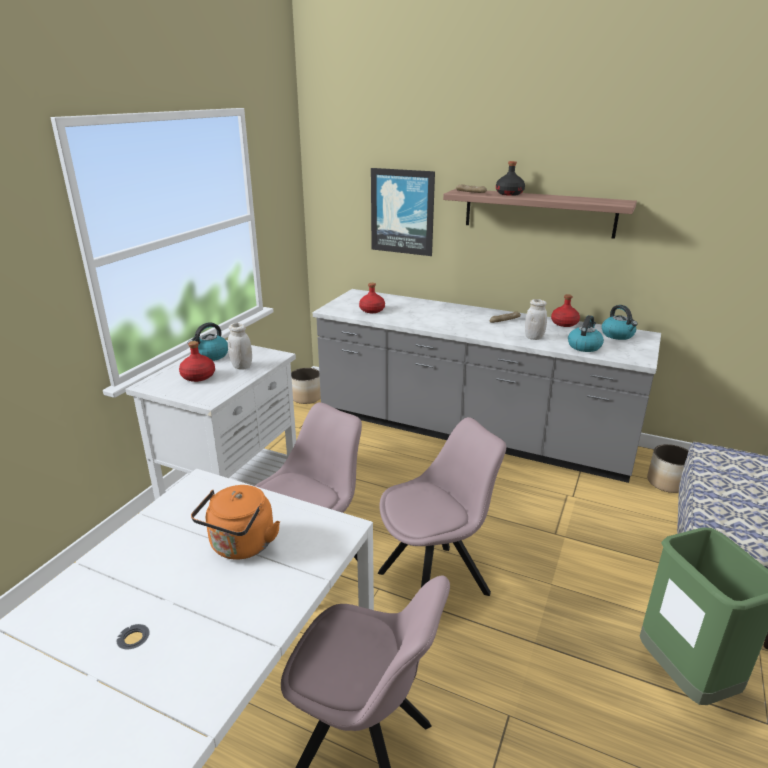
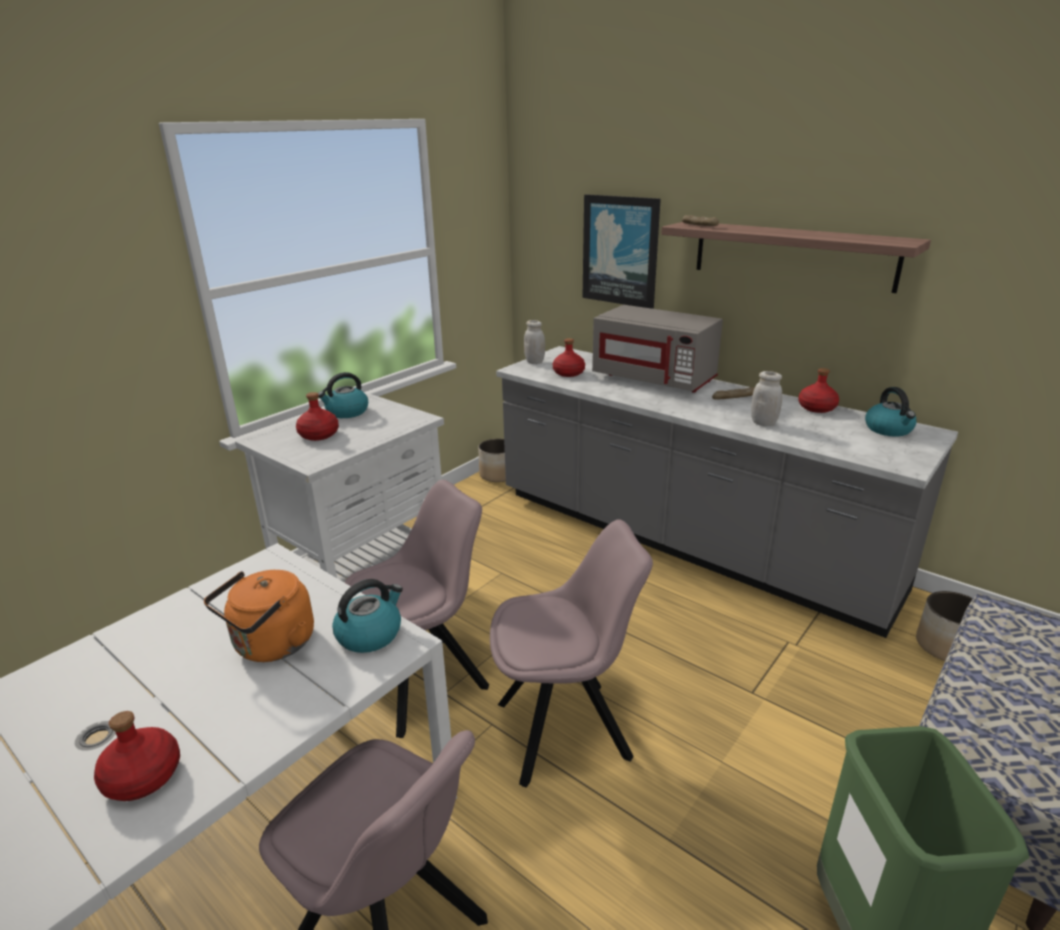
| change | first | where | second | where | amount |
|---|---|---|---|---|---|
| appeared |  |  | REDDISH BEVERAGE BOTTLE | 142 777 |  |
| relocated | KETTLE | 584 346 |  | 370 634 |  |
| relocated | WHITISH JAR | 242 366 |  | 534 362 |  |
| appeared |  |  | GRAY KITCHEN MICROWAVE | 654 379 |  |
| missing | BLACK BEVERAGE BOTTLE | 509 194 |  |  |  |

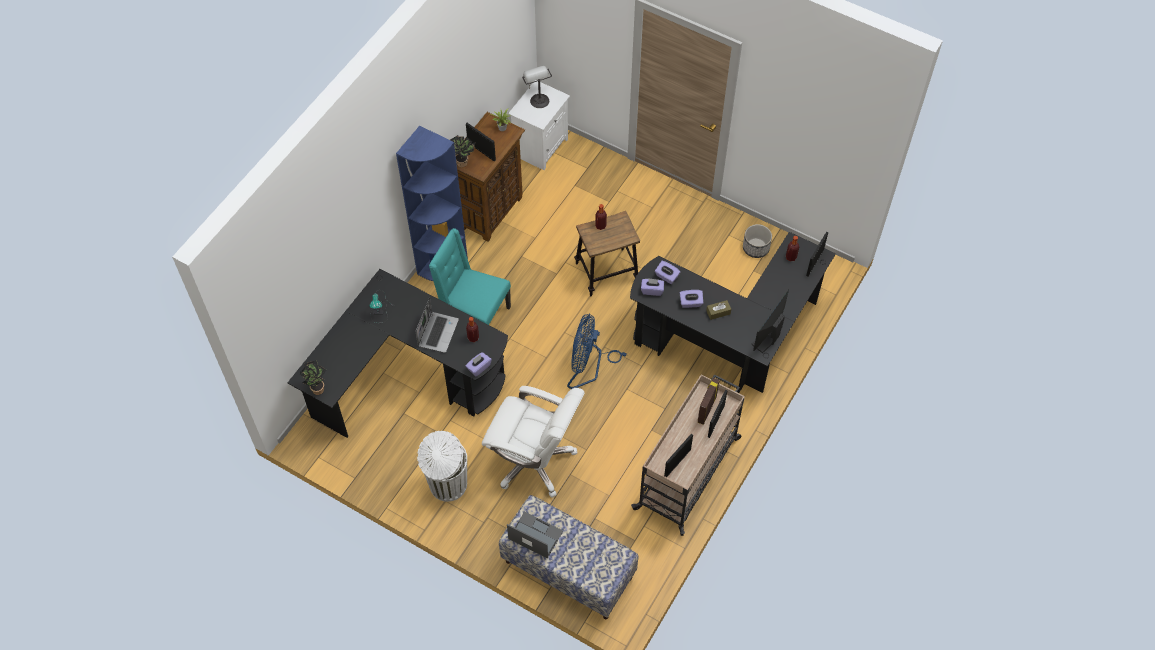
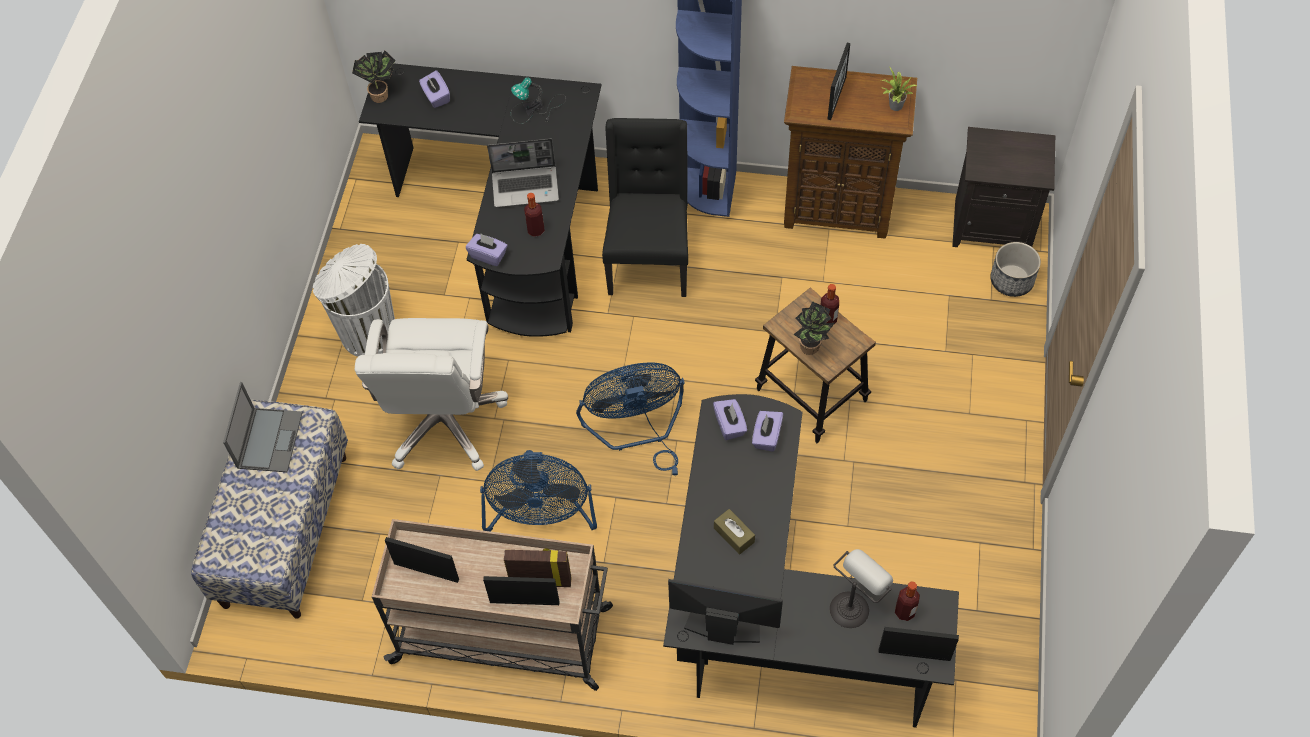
| change | first | where | second | where | amount |
|---|---|---|---|---|---|
| relocated | PURPLISH BOX OF TISSUES | 690 303 |  | 436 97 |  |
| appeared |  |  | BLUISH FAN | 538 510 |  |
| colour | BLUE-GREEN CHAIR | 474 316 | BLACK CHAIR | 649 260 |  |
| relocated | HOUSEPLANT | 463 162 |  | 811 349 |  |
| relocated | TABLETOP LAMP | 537 98 |  | 854 603 |  |
| colour | WHITISH NIGHTSTAND | 540 146 | BLACK NIGHTSTAND | 993 225 |  |
| relocated | PLANTER | 755 248 |  | 1012 280 |  |

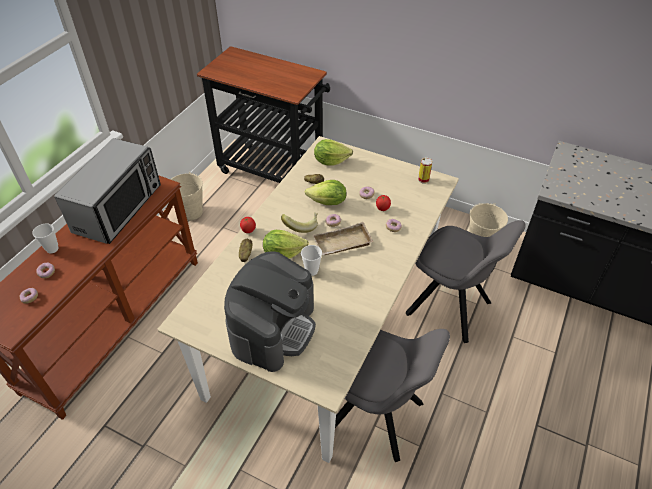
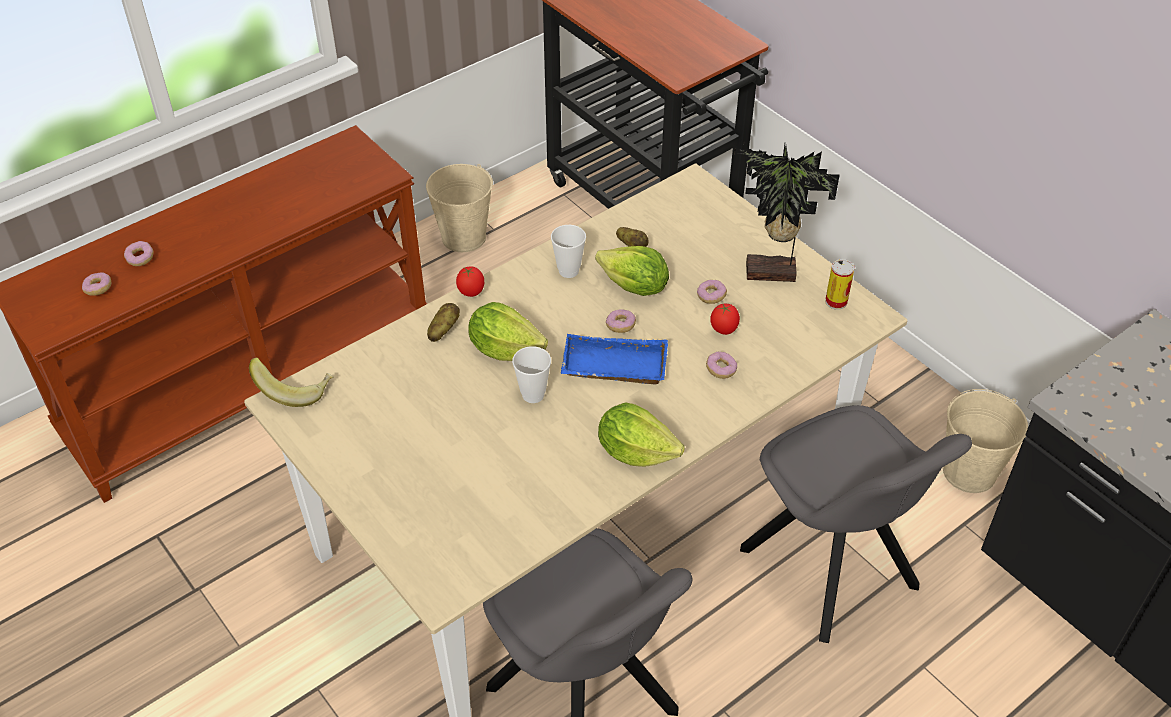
| change | first | where | second | where | amount |
|---|---|---|---|---|---|
| relocated | BANANA | 301 226 |  | 295 390 |  |
| relocated | DRINKING CUP | 52 249 |  | 568 271 |  |
| colour | SAND-COLOURED SERVING TRAY | 342 244 | BLUISH SERVING TRAY | 612 368 |  |
| relocated | HEAD OF LETTUCE | 331 161 |  | 635 452 |  |
| appeared |  |  | HOUSEPLANT | 771 275 |  |
| missing | KITCHEN MICROWAVE | 118 208 |  |  |  |
| missing | COFFEE MAKER | 273 328 |  |  |  |

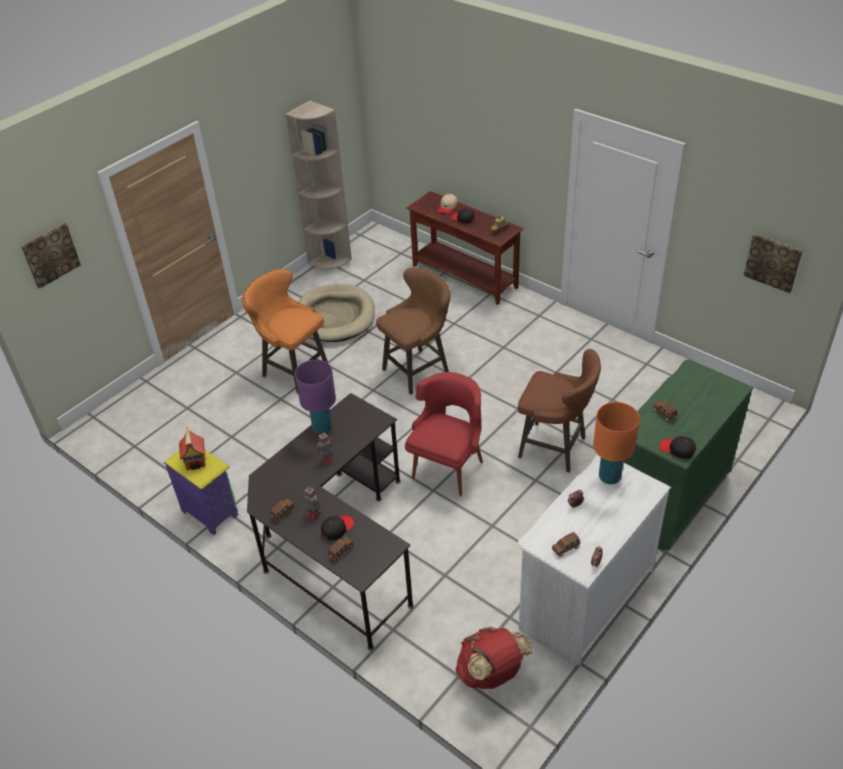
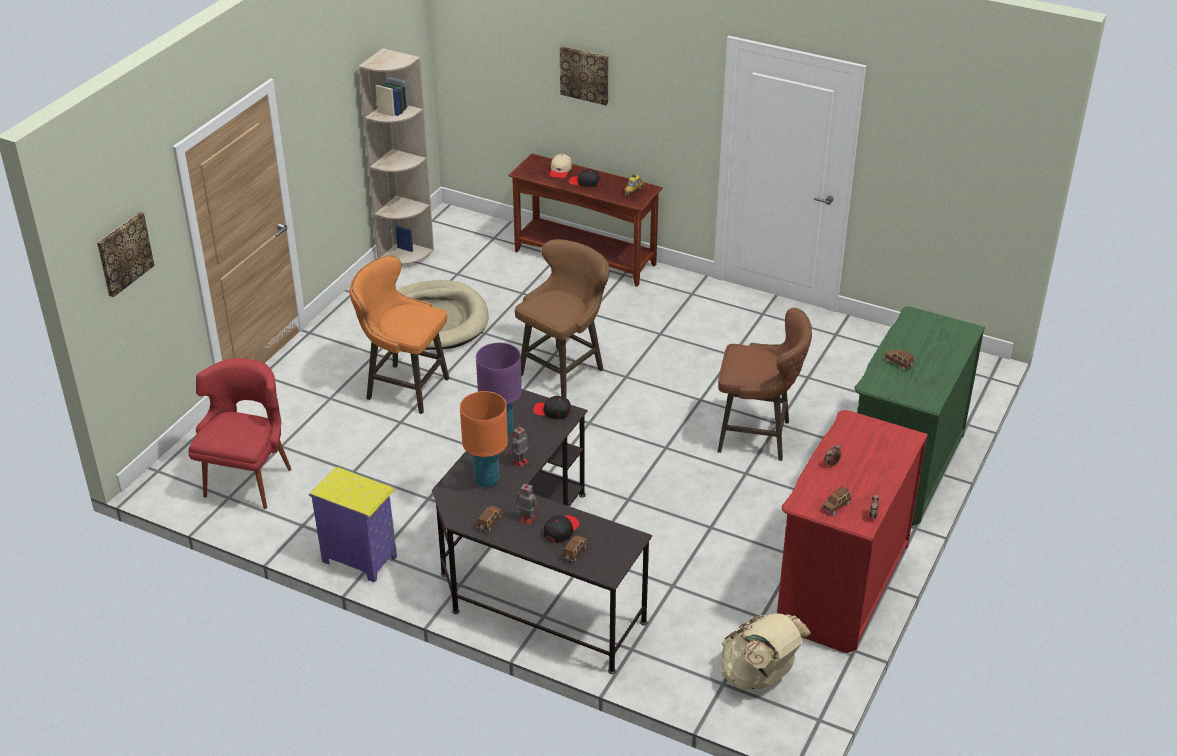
| change | first | where | second | where | amount |
|---|---|---|---|---|---|
| relocated | REDDISH CHAIR | 447 470 |  | 247 483 |  |
| relocated | ORANGE-COLOURED TABLETOP LAMP | 609 477 |  | 487 480 |  |
| relocated | BLACK BASEBALL CAP | 677 449 |  | 552 411 |  |
| relocated | WALL ART | 773 262 |  | 585 74 |  |
| colour | REDDISH BACKPACK | 491 674 | SAND-COLOURED BACKPACK | 759 676 |  |
| colour | WHITISH DRAWER CHEST | 584 600 | REDDISH DRAWER CHEST | 840 588 |  |
| missing | MINIATURE HOUSE | 195 460 |  |  |  |

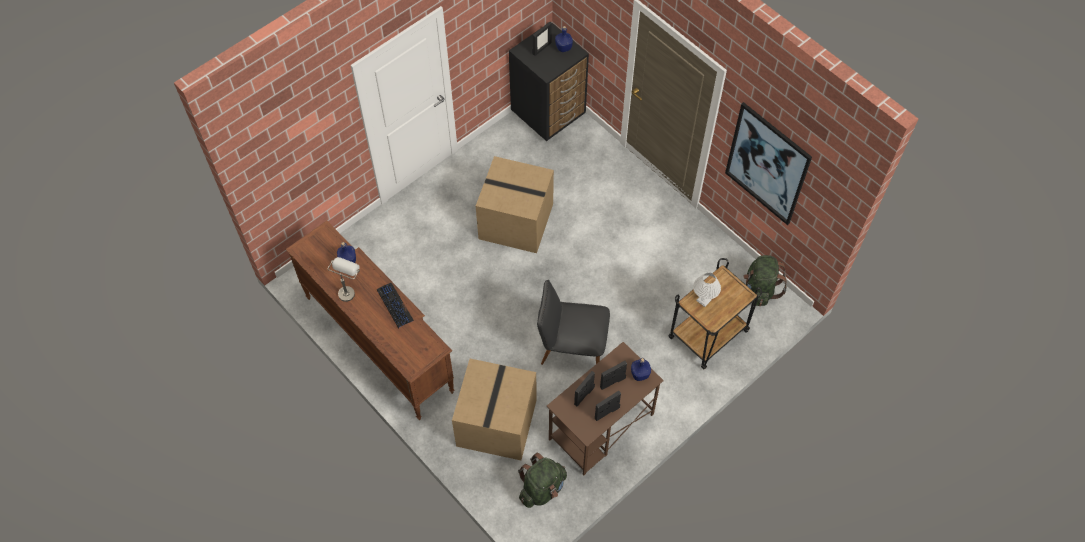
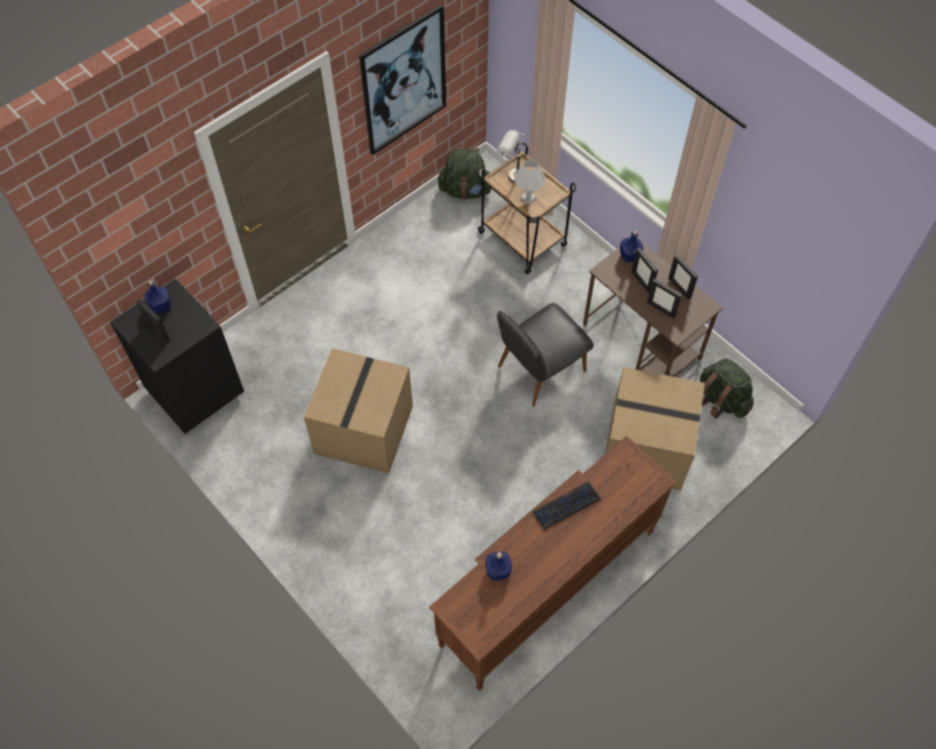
| change | first | where | second | where | amount |
|---|---|---|---|---|---|
| relocated | GRAY TABLETOP LAMP | 348 289 |  | 511 174 |  |
| spun | BLACK CHAIR | 572 346 |  | 541 368 | 45 degrees clockwise |

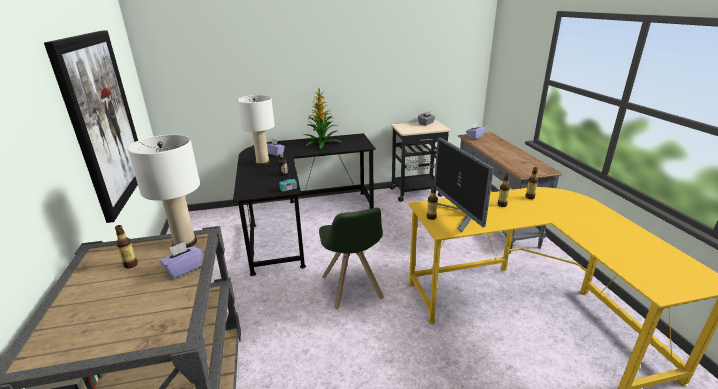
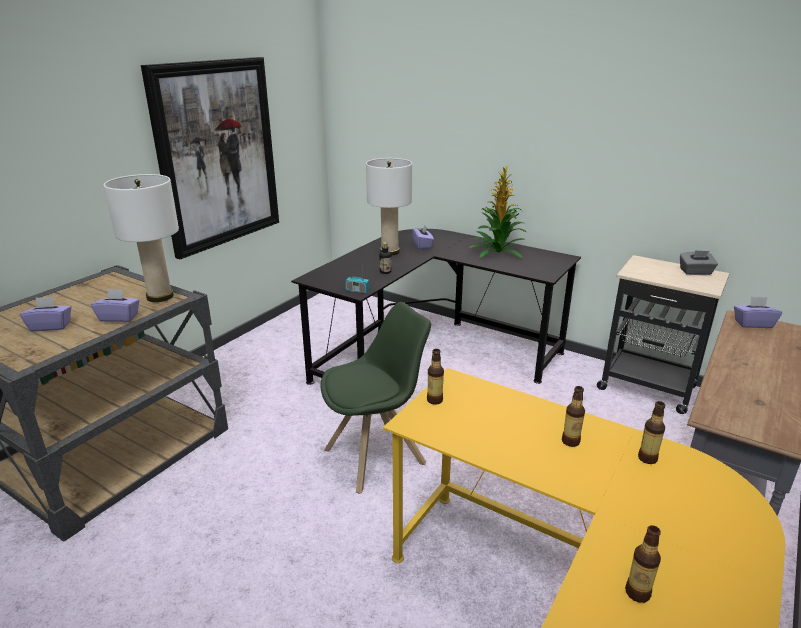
| change | first | where | second | where | amount |
|---|---|---|---|---|---|
| appeared |  |  | PURPLISH BOX OF TISSUES | 51 326 |  |
| spun | GREEN CHAIR | 352 287 |  | 376 457 | 150 degrees counterclockwise |
| relocated | BEVERAGE BOTTLE | 131 265 |  | 637 593 |  |
| missing | MONITOR | 459 216 |  |  |  |

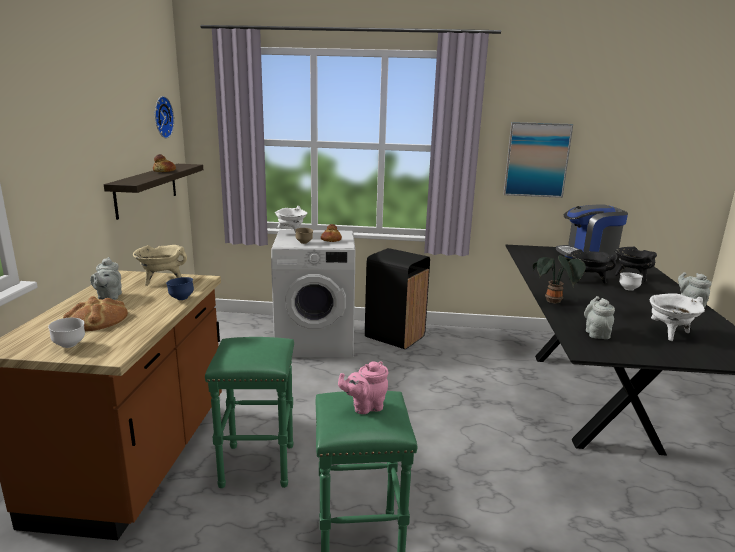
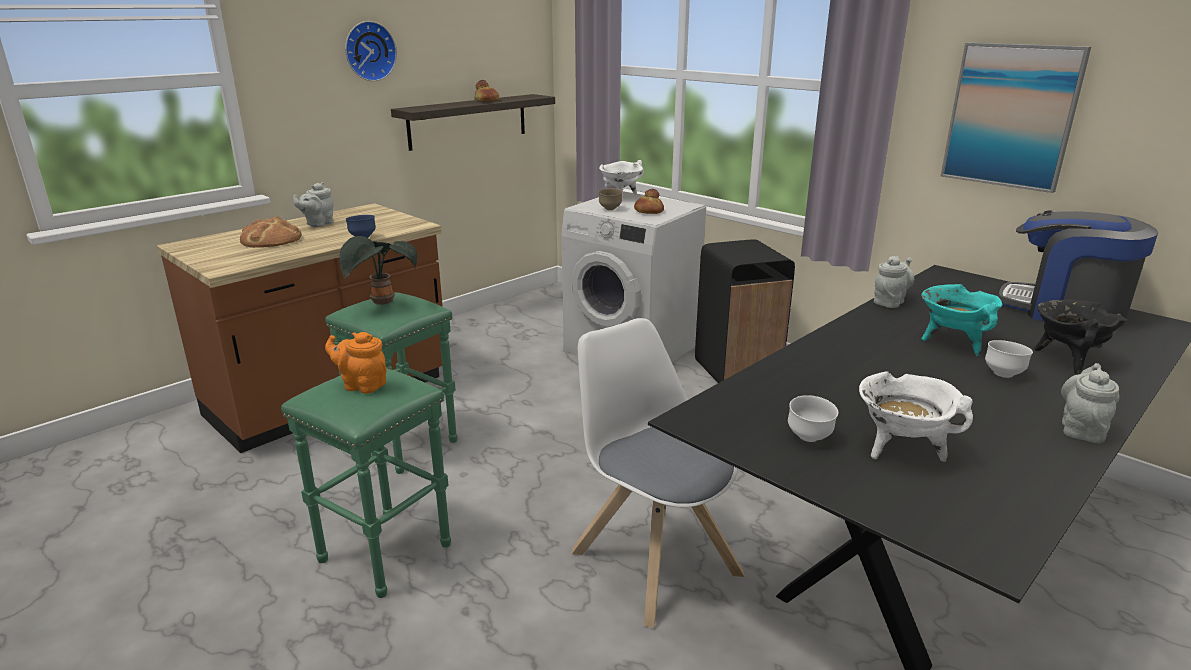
| change | first | where | second | where | amount |
|---|---|---|---|---|---|
| colour | PINK POT FOR TEA | 365 407 | ORANGE-COLOURED POT FOR TEA | 362 385 |  |
| relocated | HOUSEPLANT | 554 302 |  | 381 303 |  |
| relocated | CLOCK ON THE WALL | 161 117 |  | 369 51 |  |
| appeared |  |  | CHAIR | 652 559 |  |
| relocated | WHITISH DEEP DISH | 70 346 |  | 809 438 |  |
| relocated | GRAY POT FOR TEA | 596 333 |  | 890 302 |  |
| colour | BLACK COOKING POT | 587 280 | BLUE-GREEN COOKING POT | 953 343 |  |
| missing | SAND-COLOURED COOKING POT | 161 280 |  |  |  |

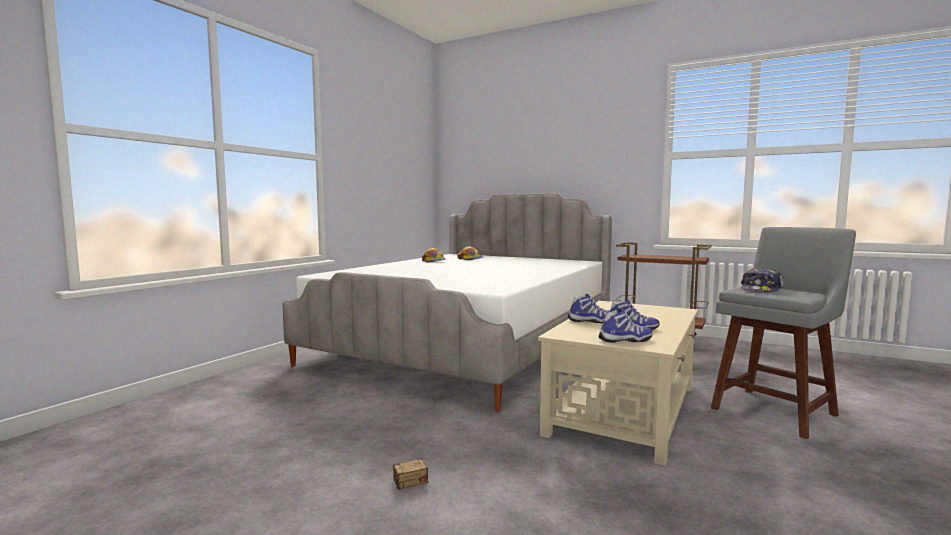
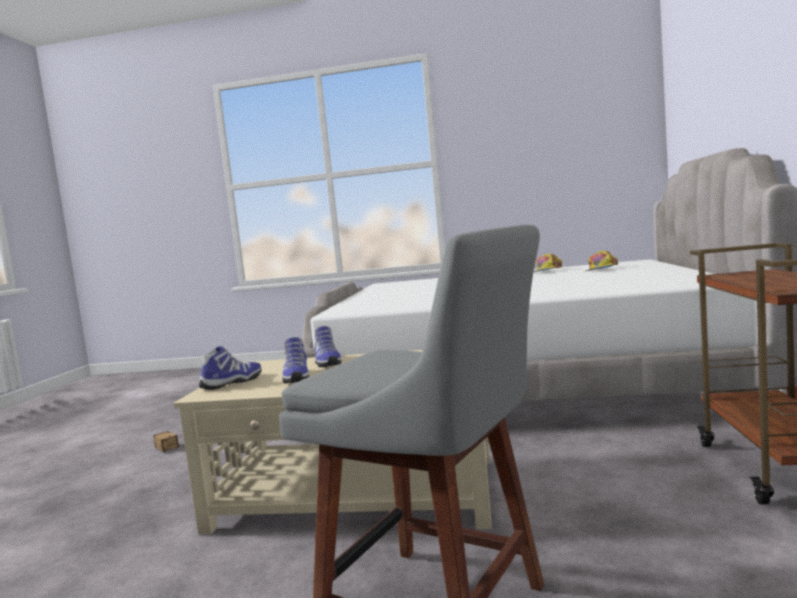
| change | first | where | second | where | amount |
|---|---|---|---|---|---|
| spun | SHOE | 626 340 |  | 233 383 | 105 degrees counterclockwise |
| missing | BASEBALL CAP | 761 290 |  |  |  |

